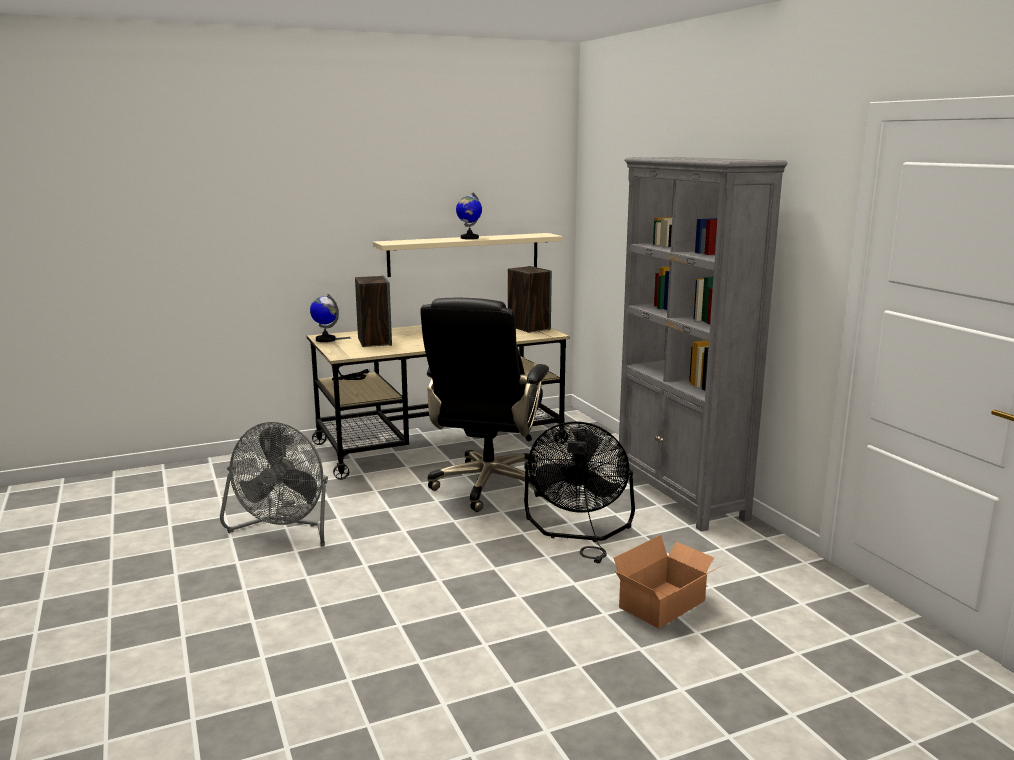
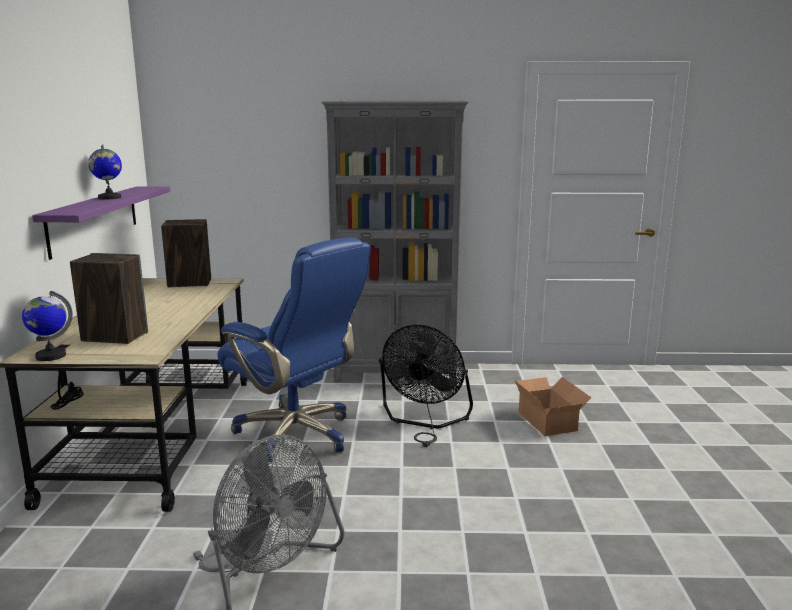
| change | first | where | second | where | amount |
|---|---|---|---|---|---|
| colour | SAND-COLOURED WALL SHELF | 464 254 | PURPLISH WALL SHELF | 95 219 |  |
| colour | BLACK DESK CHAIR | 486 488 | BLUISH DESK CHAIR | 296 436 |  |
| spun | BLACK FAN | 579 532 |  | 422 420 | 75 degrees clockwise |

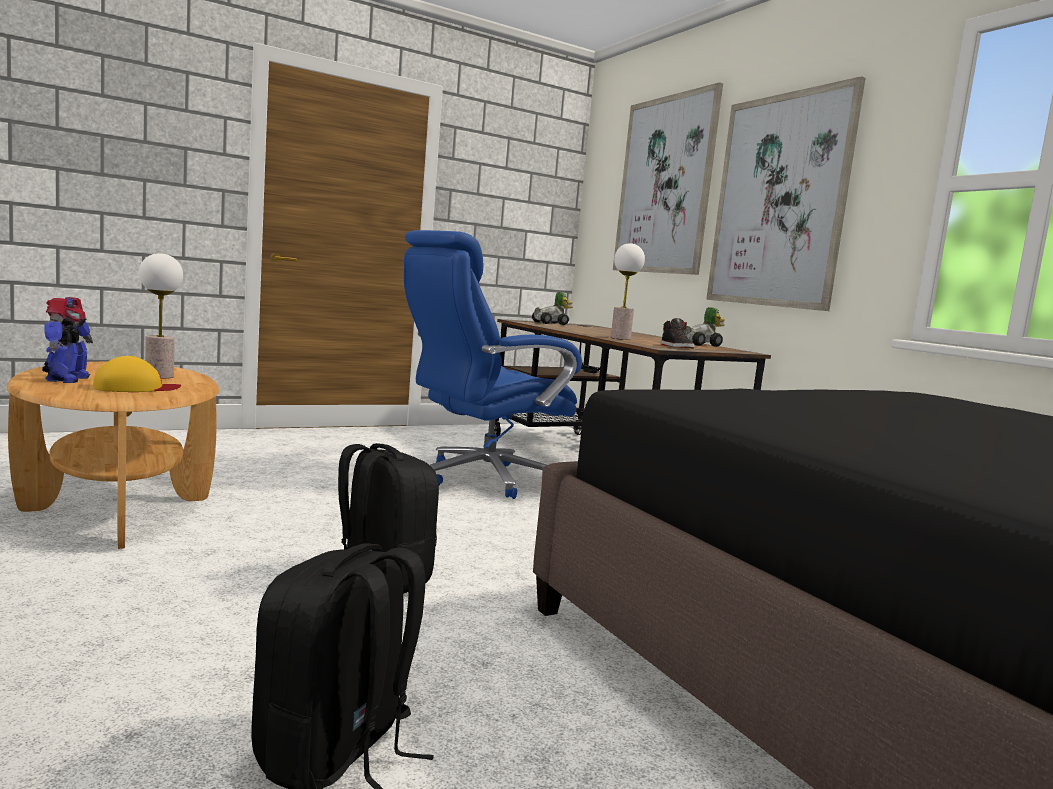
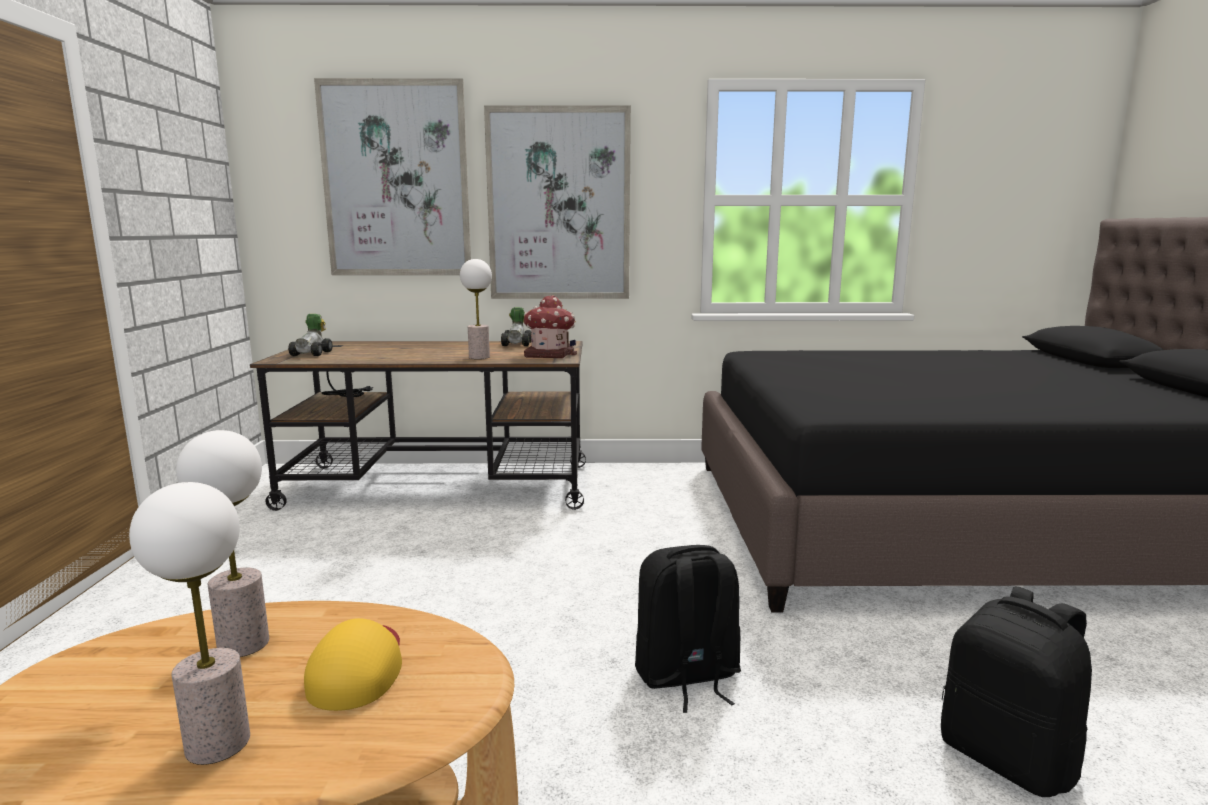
| change | first | where | second | where | amount |
|---|---|---|---|---|---|
| exchanged | TOY ROBOT | 66 379 | TABLETOP LAMP | 217 744 |  |
| exchanged | BLACK SHOE | 677 347 | MINIATURE HOUSE | 549 354 |  |
| missing | BLUISH DESK CHAIR | 480 479 |  |  |  |

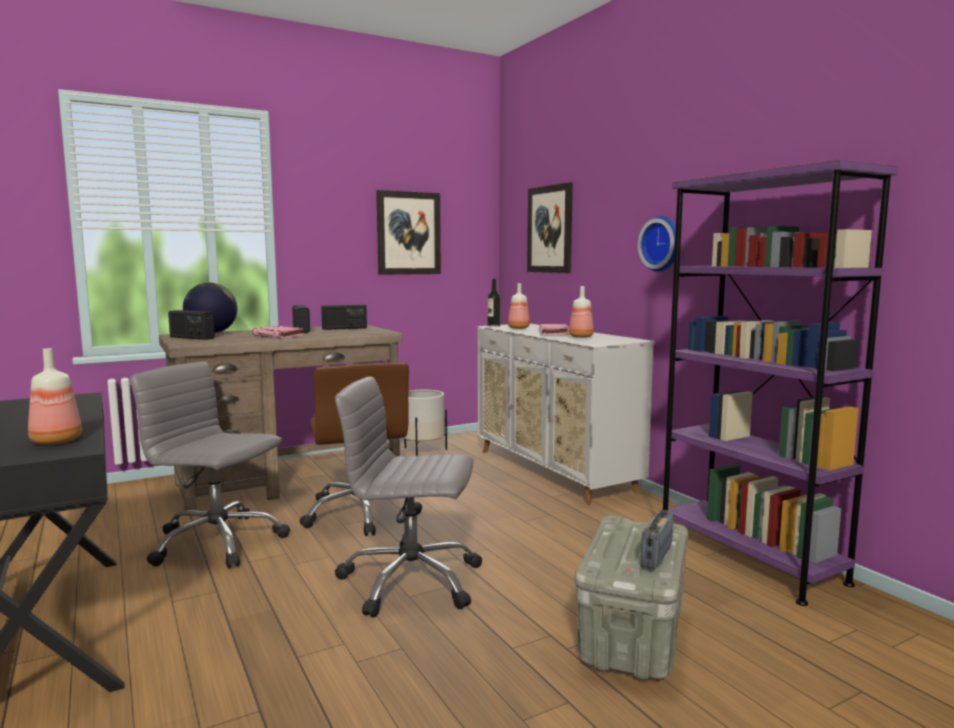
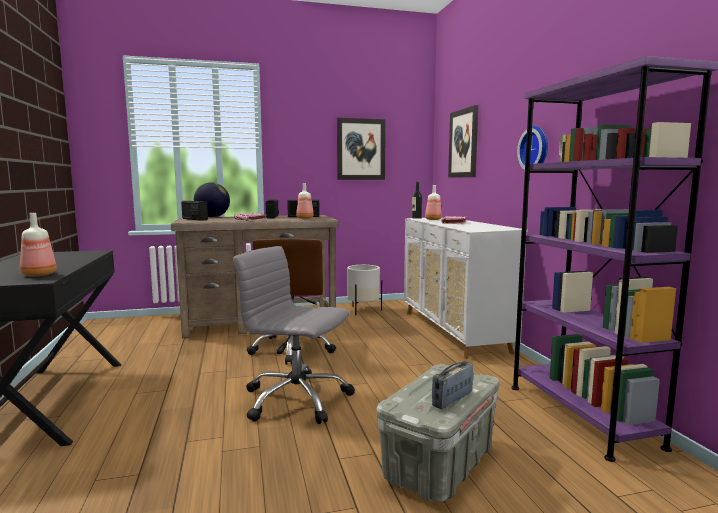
| change | first | where | second | where | amount |
|---|---|---|---|---|---|
| relocated | BEVERAGE BOTTLE | 580 336 |  | 304 218 |  |
| missing | GRAY DESK CHAIR | 217 542 |  |  |  |

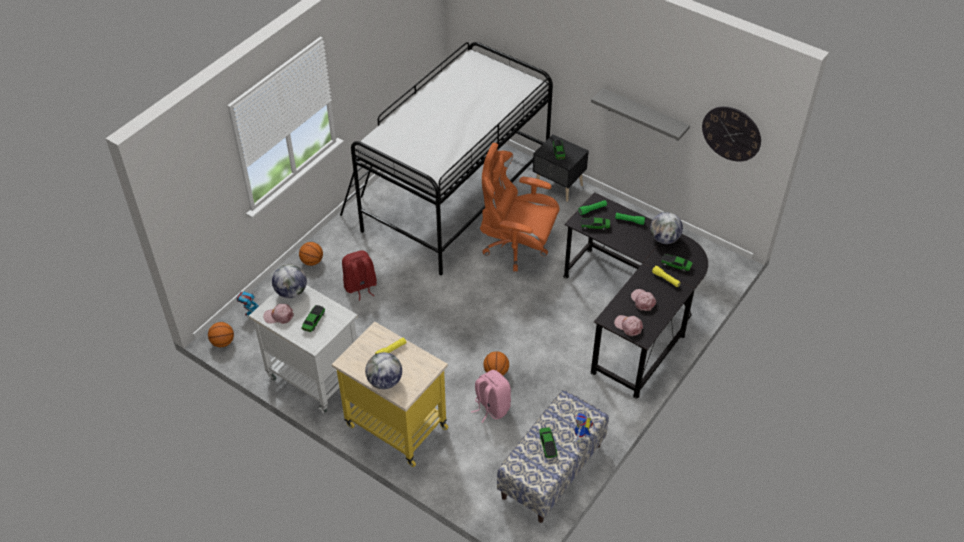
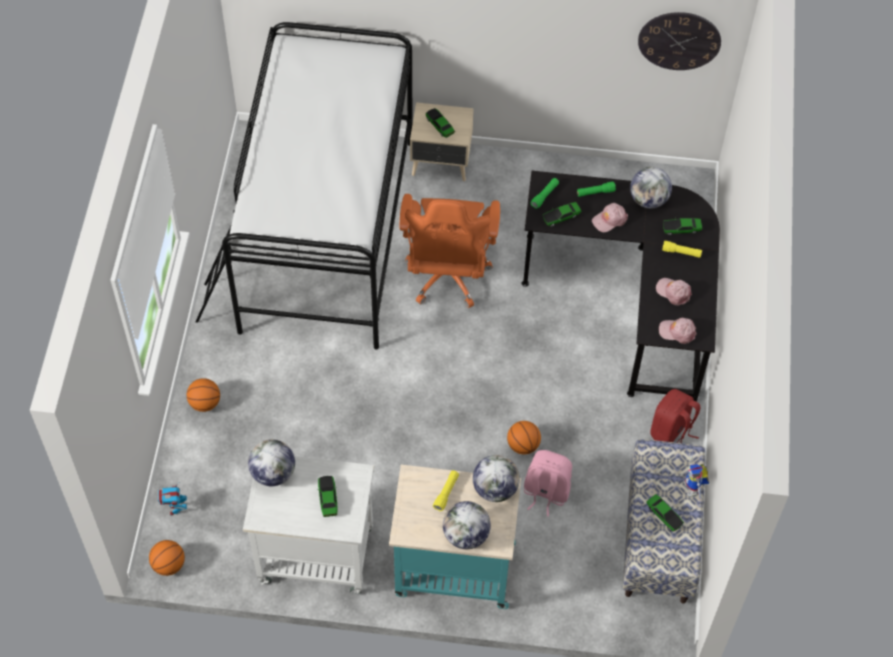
| change | first | where | second | where | amount |
|---|---|---|---|---|---|
| colour | YELLOW-COLOURED CART | 395 426 | BLUE-GREEN CART | 453 570 |  |
| spun | ORANGE-COLOURED DESK CHAIR | 519 248 |  | 447 270 | 75 degrees counterclockwise |
| colour | BLACK NIGHTSTAND | 558 186 | SAND-COLOURED NIGHTSTAND | 441 164 |  |
| appeared |  |  | GLOBE | 495 488 |  |
| relocated | PINK BASEBALL CAP | 279 316 |  | 609 220 |  |
| relocated | REDDISH BACKPACK | 360 286 |  | 671 433 |  |
| missing | GRAY WALL SHELF | 644 115 |  |  |  |

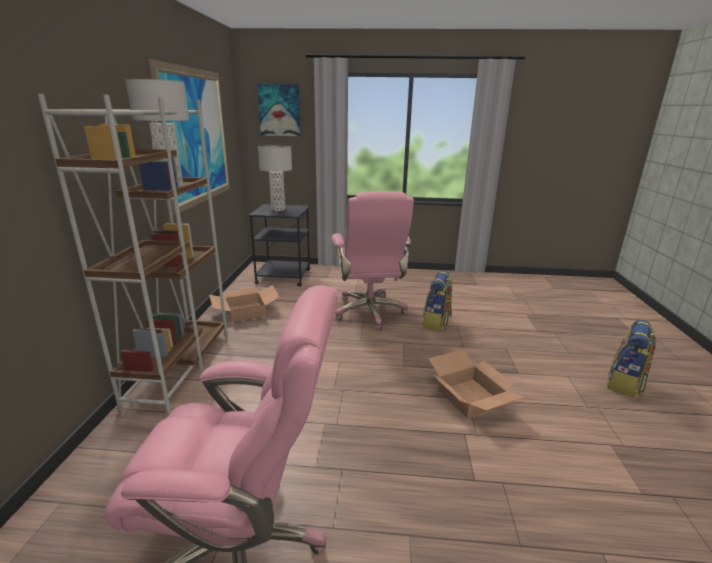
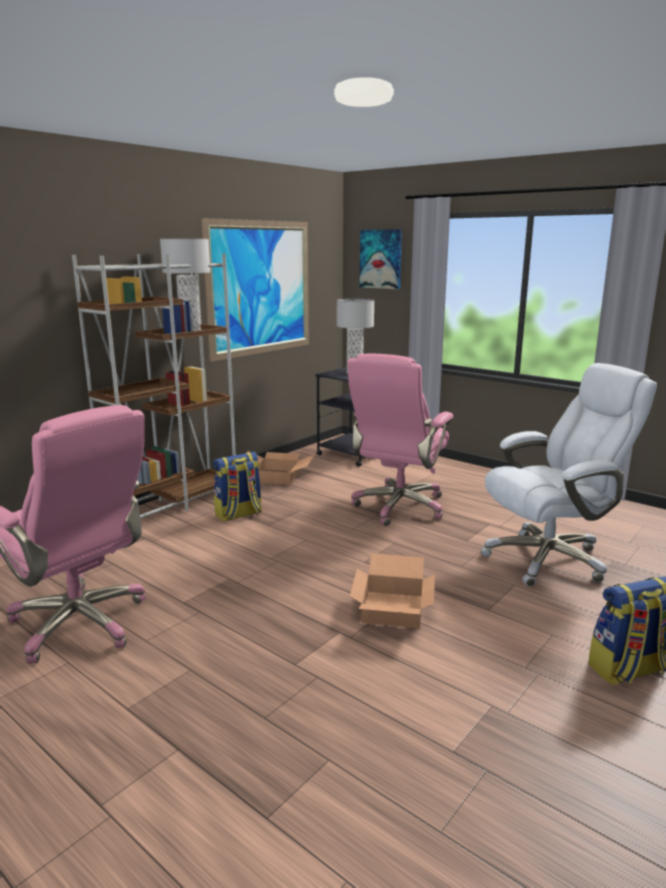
| change | first | where | second | where | amount |
|---|---|---|---|---|---|
| relocated | BACKPACK | 436 322 |  | 238 514 |  |
| appeared |  |  | WHITISH DESK CHAIR | 550 560 |  |

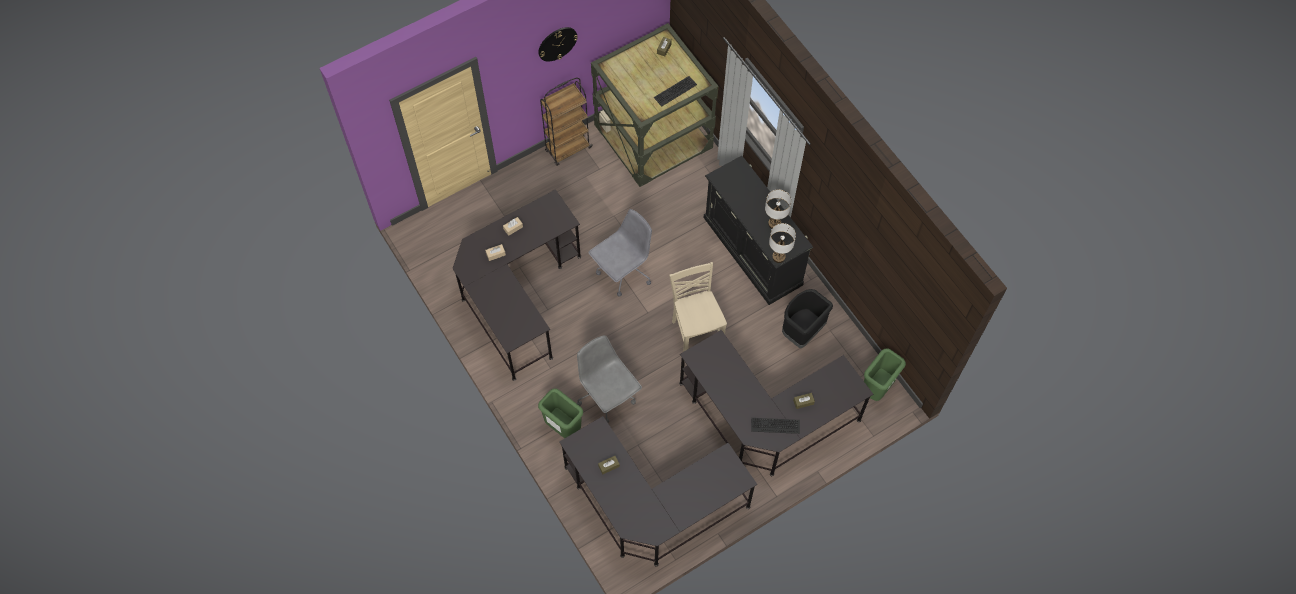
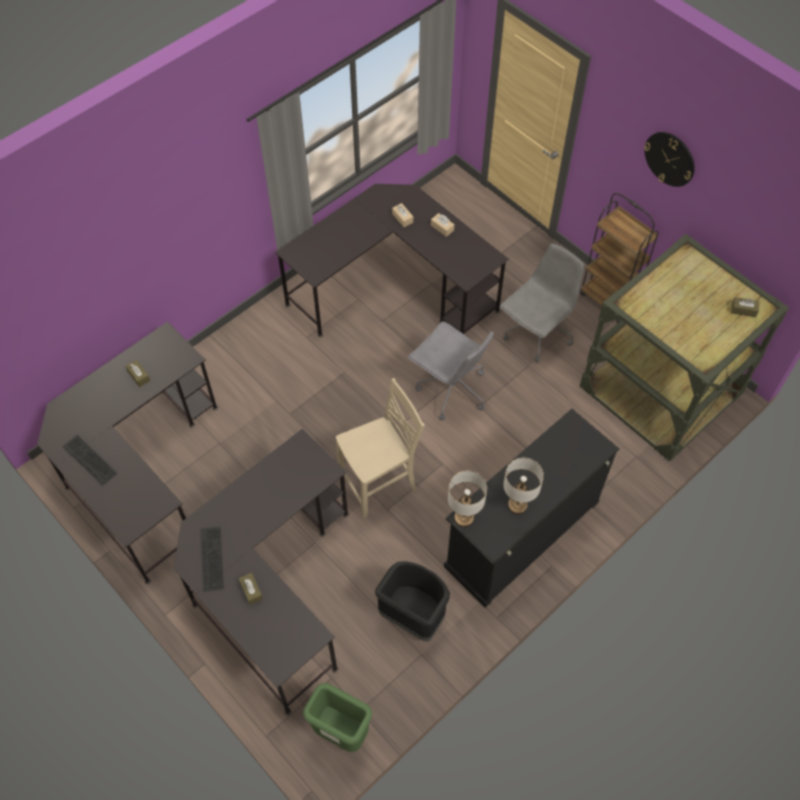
| change | first | where | second | where | amount |
|---|---|---|---|---|---|
| relocated | COMPUTER KEYBOARD | 675 92 |  | 88 460 |  |
| relocated | GRAY DESK CHAIR | 608 397 |  | 535 335 |  |
| missing | GREEN WASTE BIN | 562 427 |  |  |  |

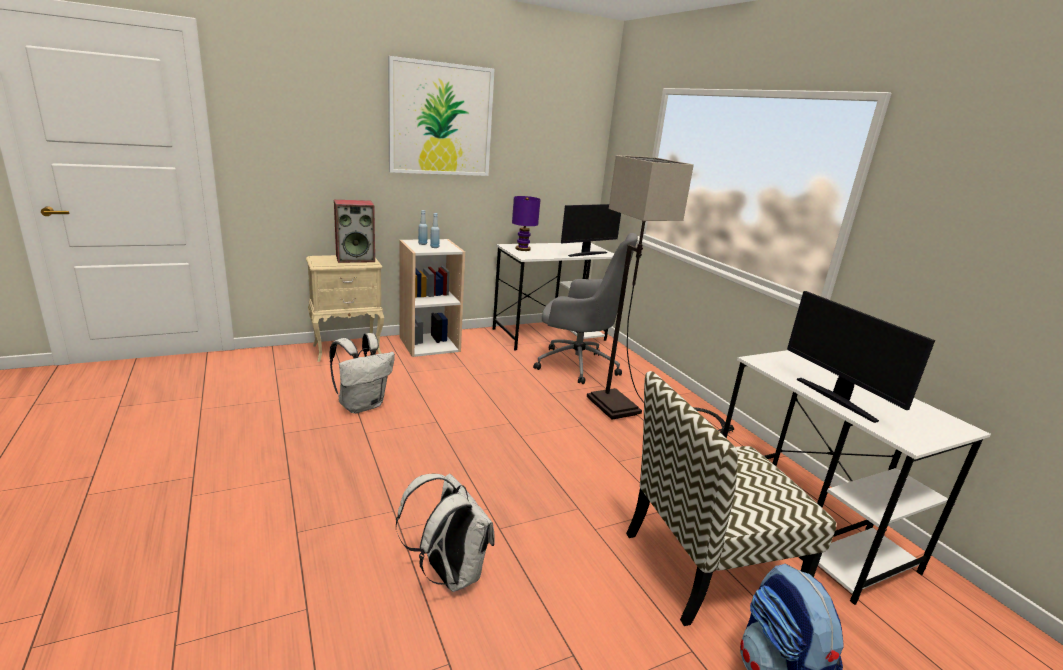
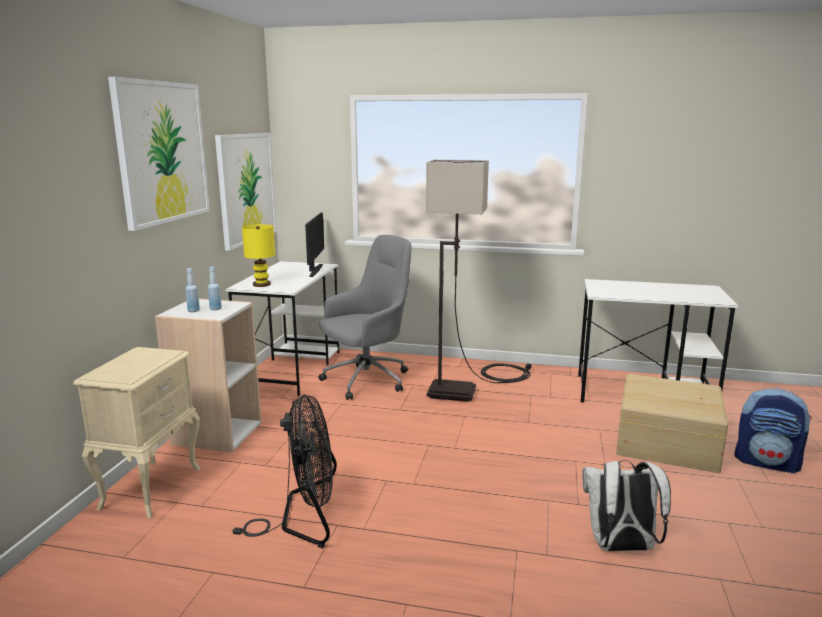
| change | first | where | second | where | amount |
|---|---|---|---|---|---|
| appeared |  |  | WALL ART | 246 188 |  |
| exchanged | WHITISH BACKPACK | 362 405 | BLACK FAN | 302 514 |  |
| colour | PURPLISH TABLETOP LAMP | 522 249 | YELLOW-COLOURED TABLETOP LAMP | 261 284 |  |
| exchanged | CHAIR | 707 566 | SAND-COLOURED STORAGE CONTAINER | 665 441 |  |
| missing | SPEAKER | 356 258 |  |  |  |
| missing | MONITOR | 837 399 |  |  |  |

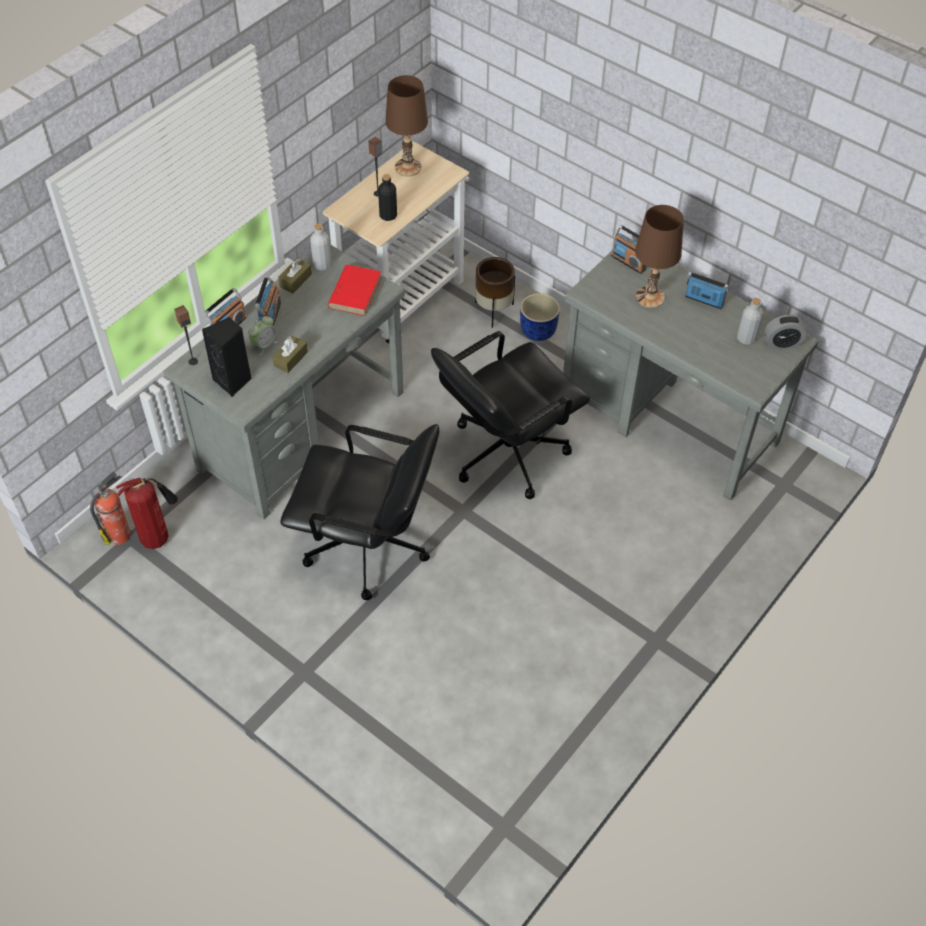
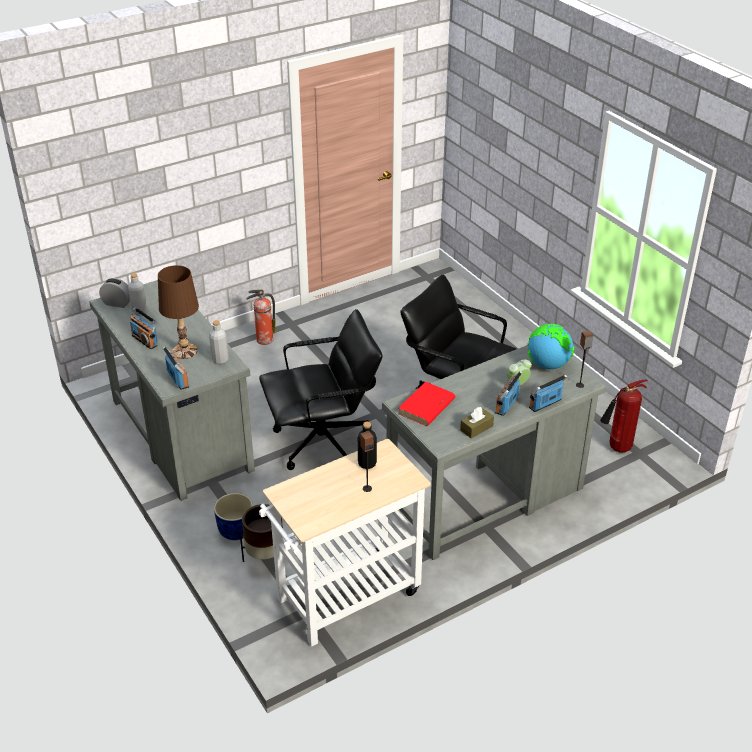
| change | first | where | second | where | amount |
|---|---|---|---|---|---|
| relocated | GRAY BEVERAGE BOTTLE | 322 265 |  | 220 360 |  |
| relocated | EXTINGUISHER | 120 534 |  | 264 340 |  |
| exchanged | BLACK SPEAKER | 233 381 | GLOBE | 548 365 |  |
| missing | BROWN BOX OF TISSUES | 290 359 |  |  |  |
| missing | BROWN TABLETOP LAMP | 408 167 |  |  |  |

